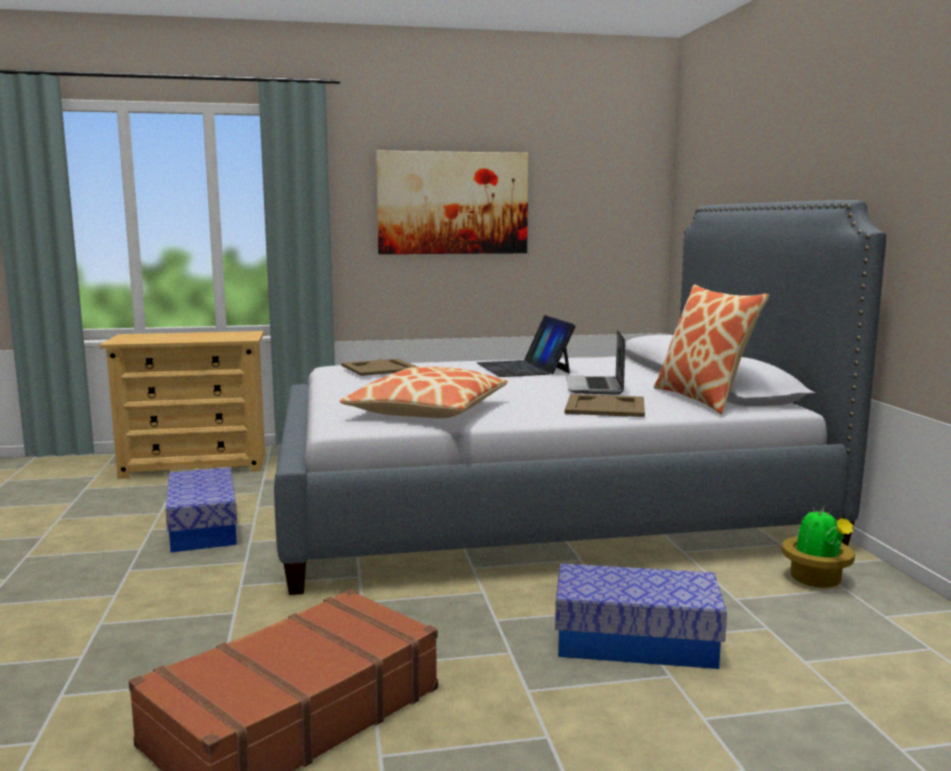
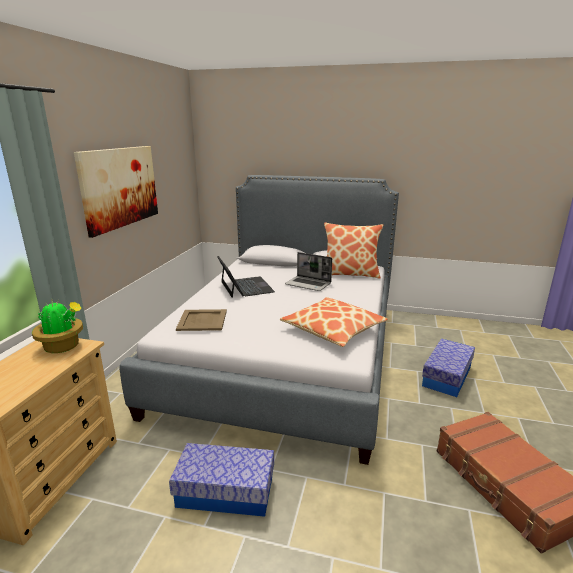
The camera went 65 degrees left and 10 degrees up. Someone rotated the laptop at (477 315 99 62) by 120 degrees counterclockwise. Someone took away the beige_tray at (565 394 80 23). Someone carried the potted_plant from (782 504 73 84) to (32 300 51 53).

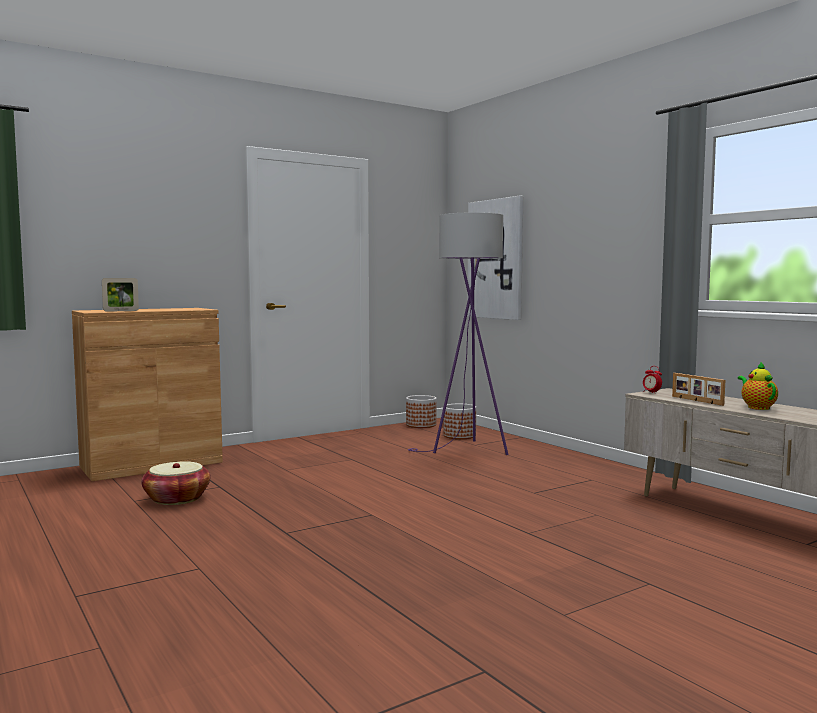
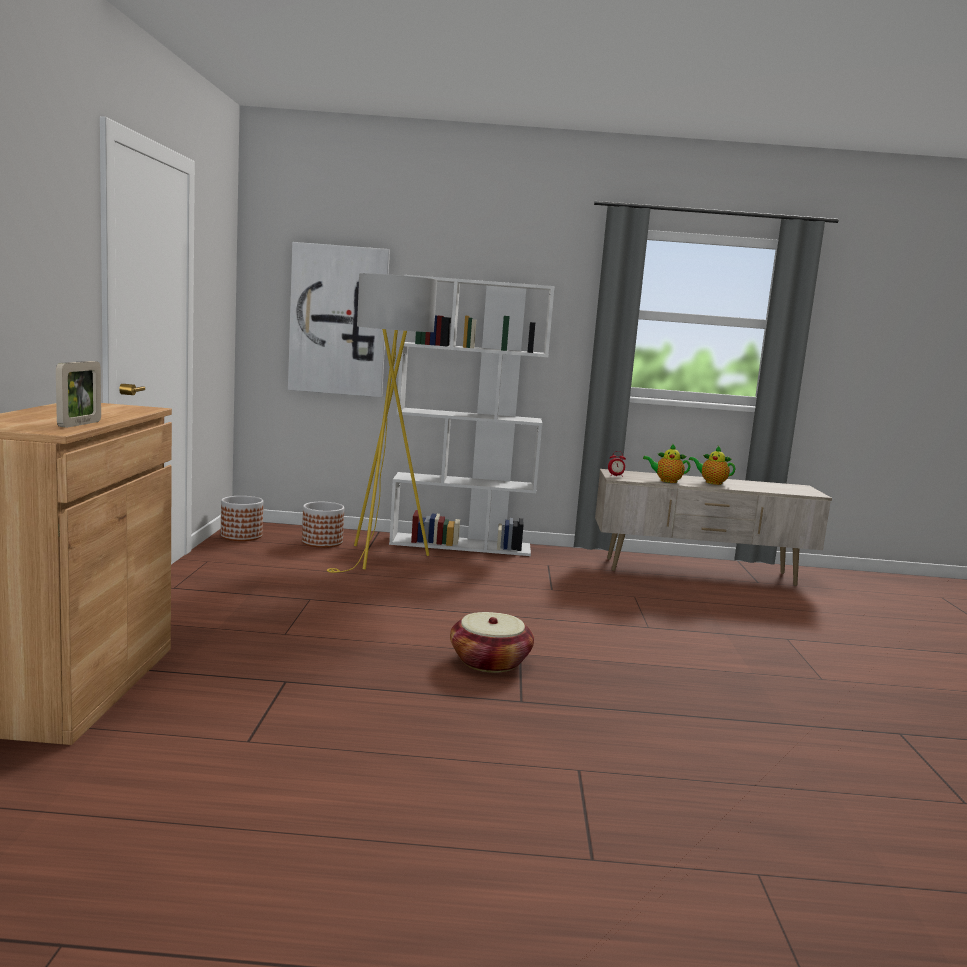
The camera went 55 degrees left and 5 degrees up. Someone carried the basket from (141 461 69 44) to (450 612 84 61). Someone repainted the purple_floor_lamp at (408 212 101 243), which became the yellow_floor_lamp at (327 273 110 300). Someone swapped the picture_frame at (672 373 53 33) for the teapot at (643 443 48 40). Someone put down the white_bookcase at (389 275 166 281).

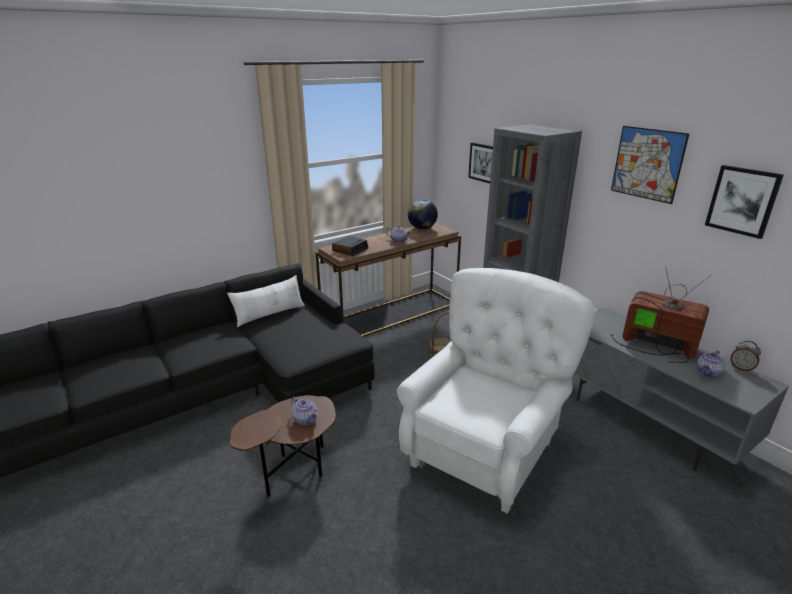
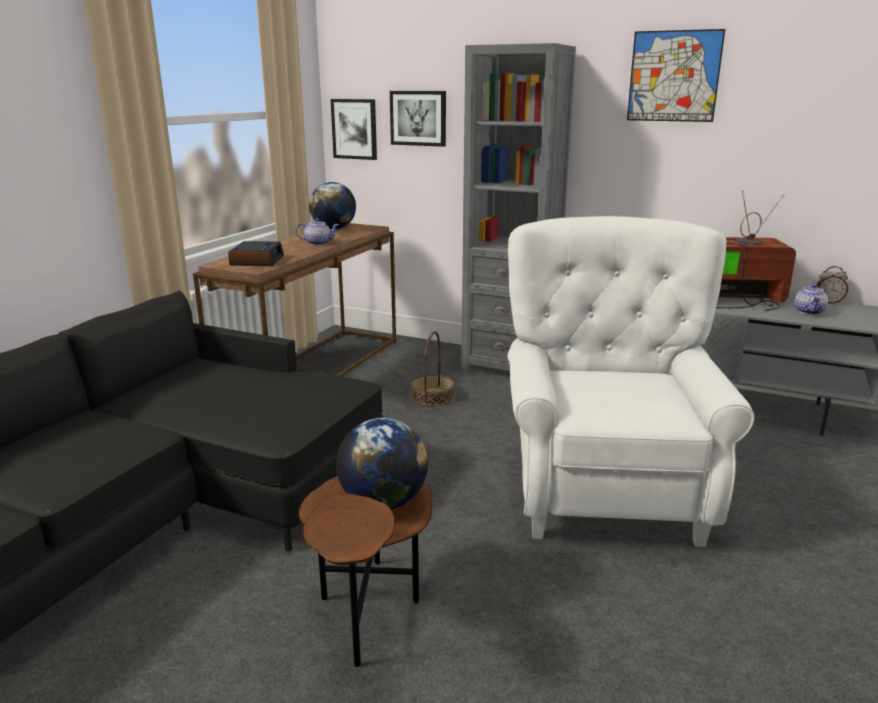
The camera went 30 degrees left and 5 degrees down. Someone took away the white_pillow at (227 275 78 52). Someone swapped the teapot at (291 397 27 28) for the globe at (336 418 92 91). Someone carried the picture from (705 165 79 74) to (330 99 47 61).

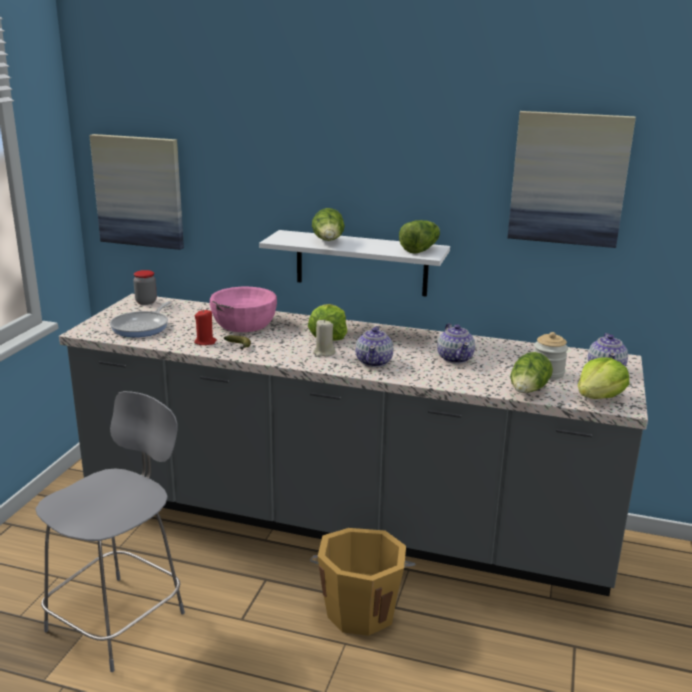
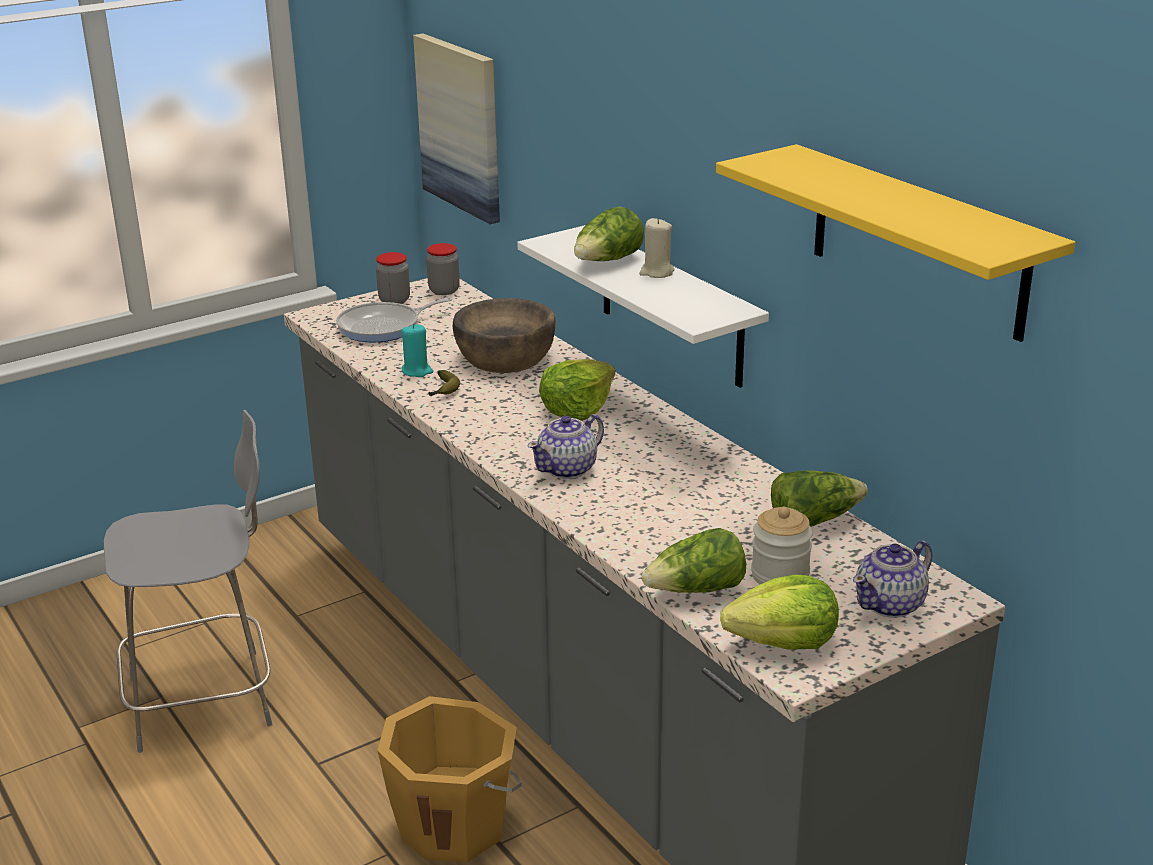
The camera went 40 degrees right and 5 degrees up. Someone repainted the red_candle at (194 309 23 36), which became the turquoise_candle at (401 324 32 53). Someone repainted the pink_bowl at (210 287 67 45), which became the brown_bowl at (453 298 103 75). Someone carried the beige_candle from (313 319 23 38) to (639 218 36 60). Someone carried the lettuce from (399 220 41 34) to (771 470 97 57). Someone took away the teapot at (437 323 38 41). Someone swapped the picture at (507 111 129 137) for the yellow_shelf at (716 144 359 198). Someone put down the jar at (376 252 34 52).

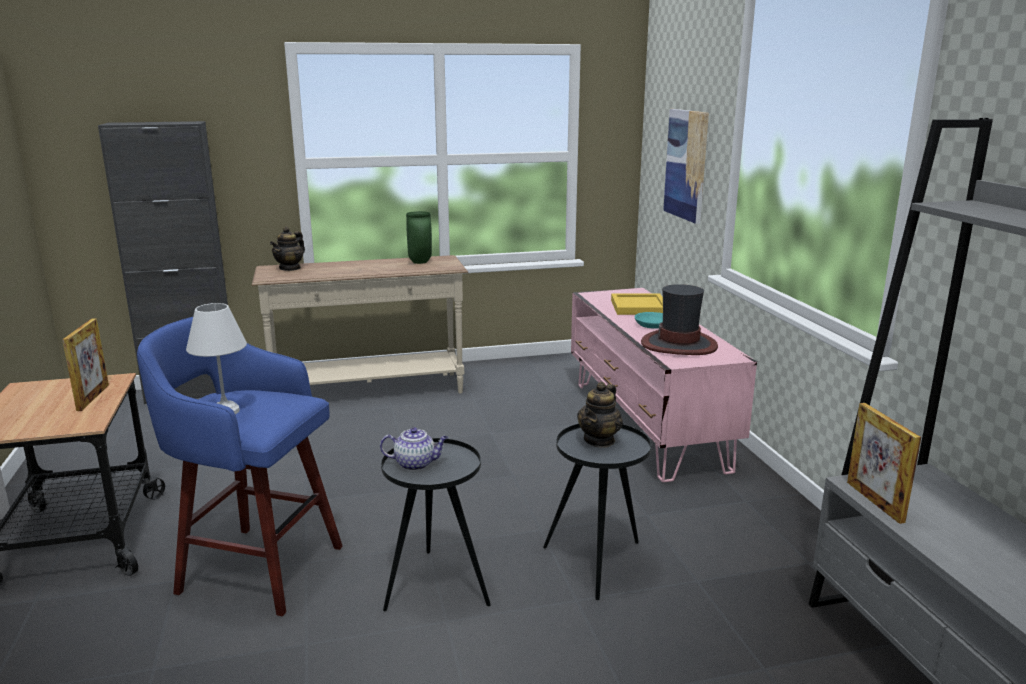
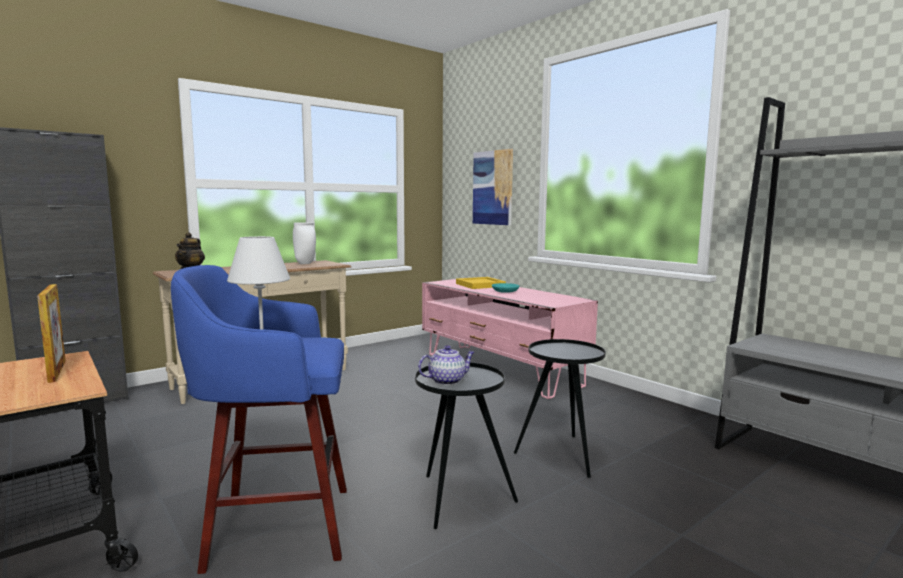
The camera went 25 degrees left and 10 degrees down. Someone repainted the green_vase at (406 211 26 53), which became the white_vase at (293 222 23 42). Someone took away the teapot at (577 382 46 66). Someone took away the hat at (641 284 77 71). Someone took away the picture_frame at (847 403 74 121).

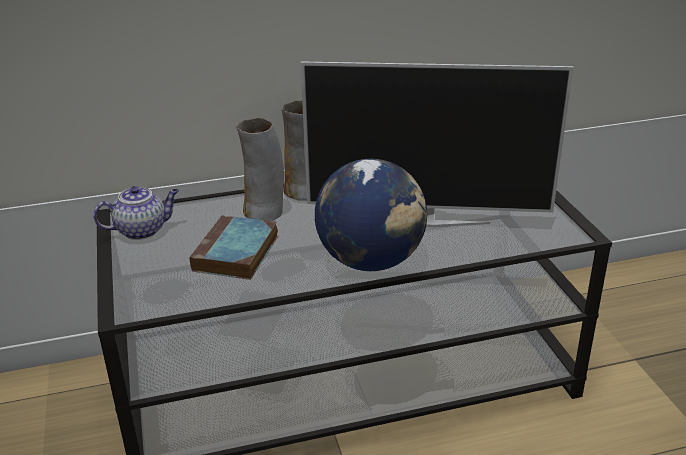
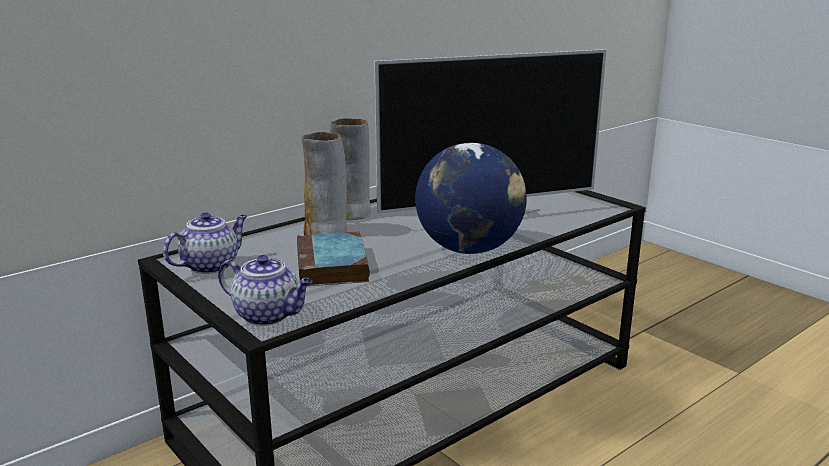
The camera went 25 degrees left and 10 degrees down. Someone put down the teapot at (218 255 95 71).

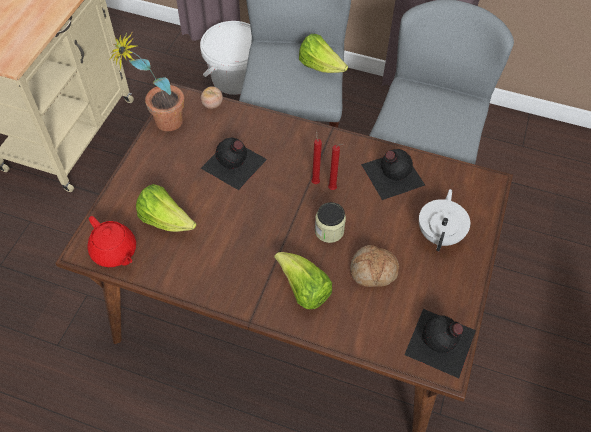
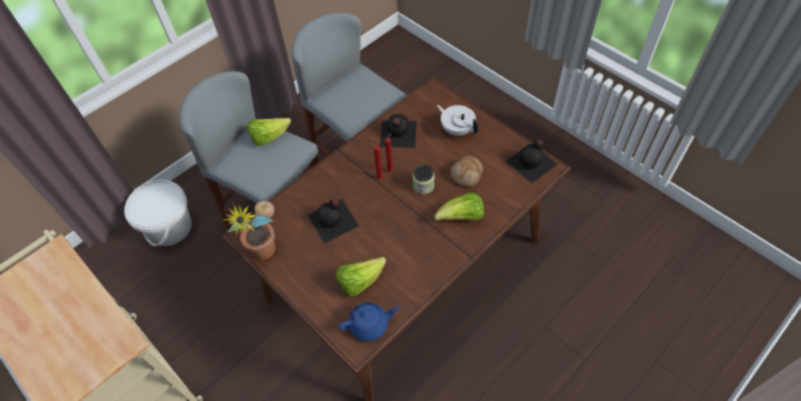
The camera went 60 degrees left and 0 degrees up. Someone repainted the red_teapot at (87 216 49 51), which became the blue_teapot at (338 302 62 40).

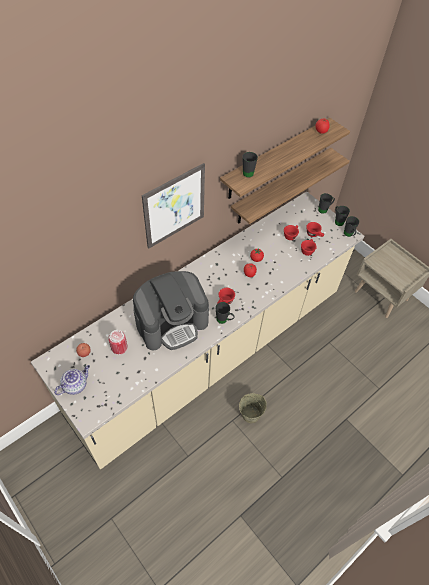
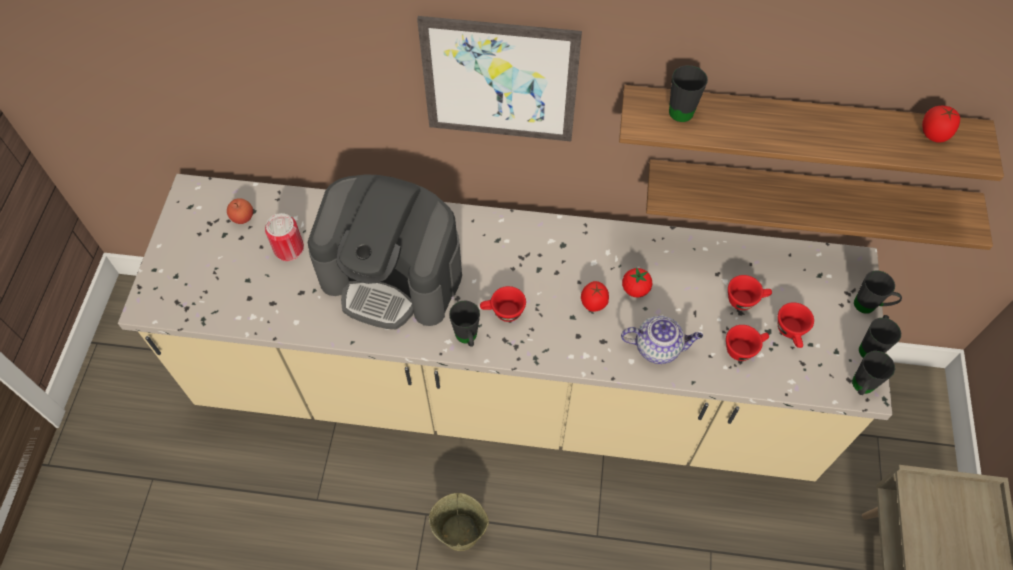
The camera went 50 degrees right and 5 degrees up. Someone carried the teapot from (54 365 36 30) to (621 316 82 48).

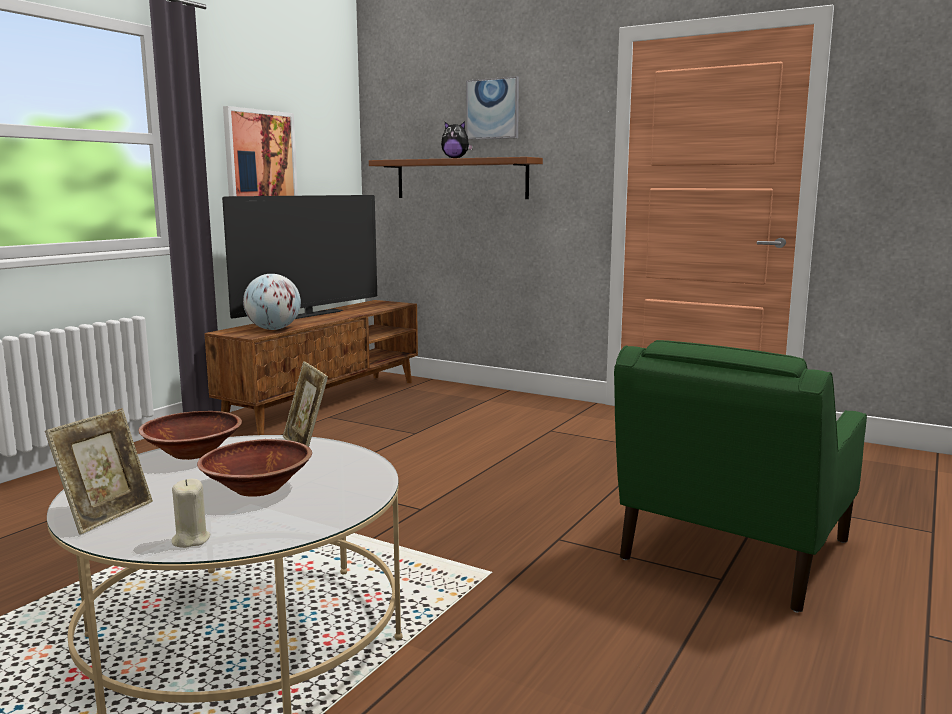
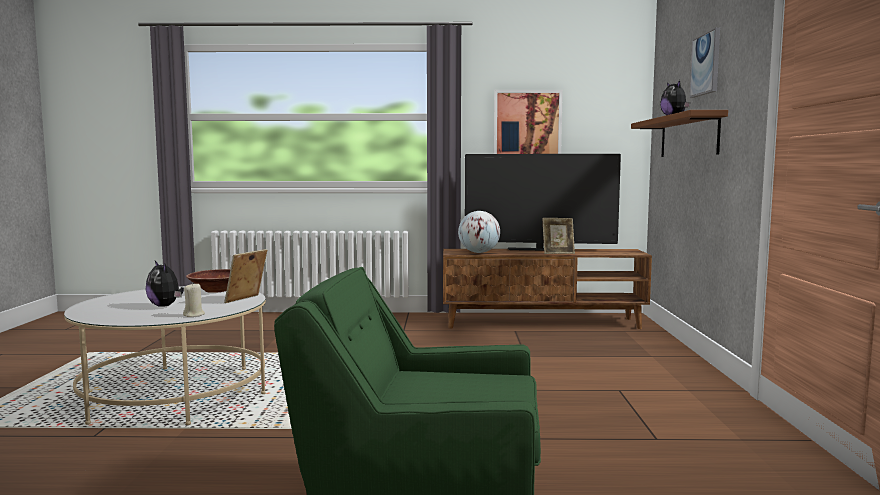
The camera went 60 degrees right and 5 degrees down. Someone carried the picture_frame from (45 408 108 126) to (542 218 33 36). Someone carried the beige_candle from (171 479 39 69) to (183 283 22 34). Someone swapped the brown_bowl at (197 439 115 58) for the plush_toy at (146 261 38 46).

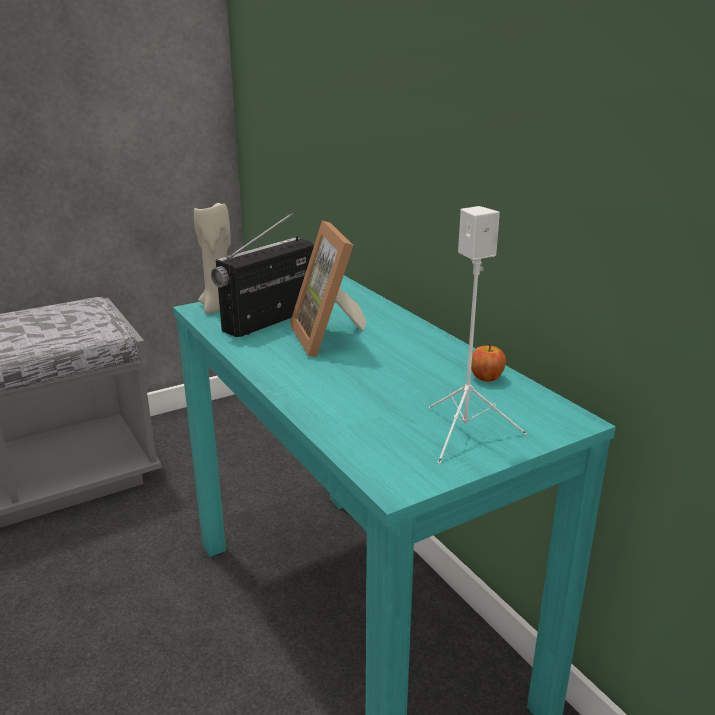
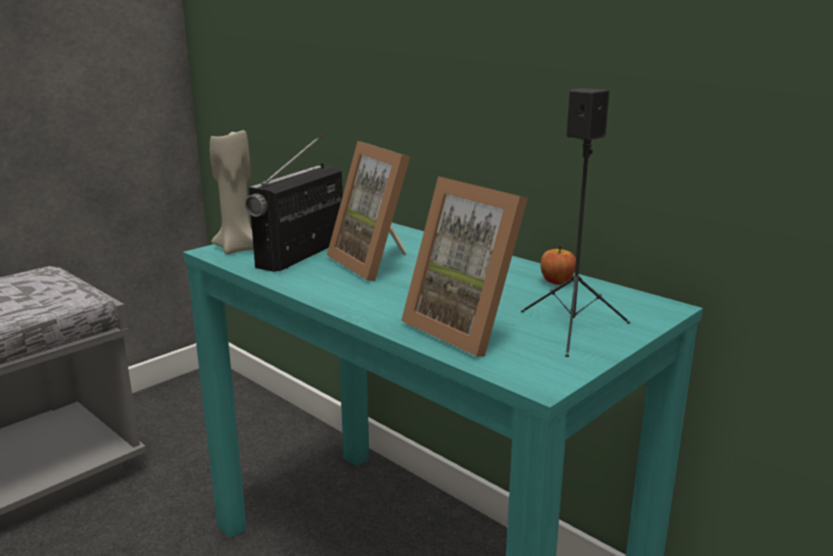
The camera went 15 degrees left and 5 degrees down. Someone repainted the white_speaker at (429 206 98 258), which became the black_speaker at (521 88 109 269). Someone put down the picture_frame at (401 176 127 181).

